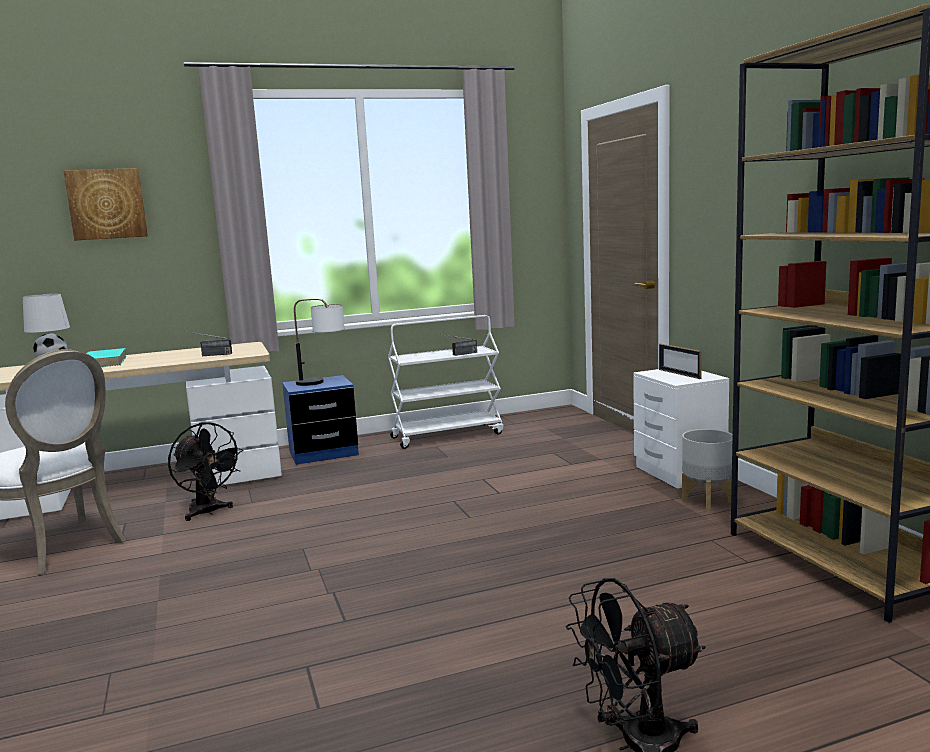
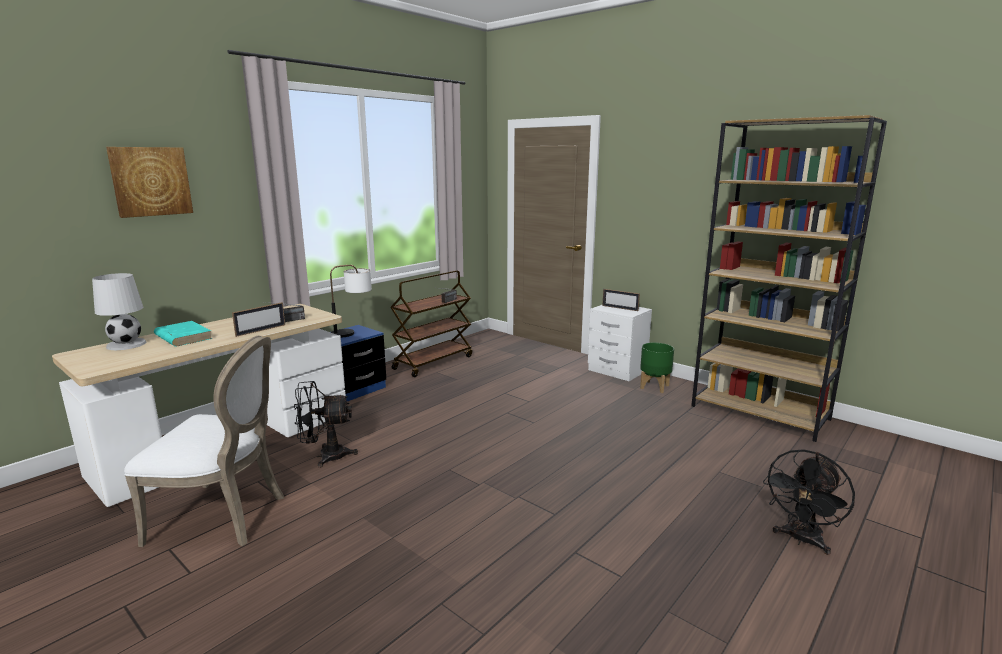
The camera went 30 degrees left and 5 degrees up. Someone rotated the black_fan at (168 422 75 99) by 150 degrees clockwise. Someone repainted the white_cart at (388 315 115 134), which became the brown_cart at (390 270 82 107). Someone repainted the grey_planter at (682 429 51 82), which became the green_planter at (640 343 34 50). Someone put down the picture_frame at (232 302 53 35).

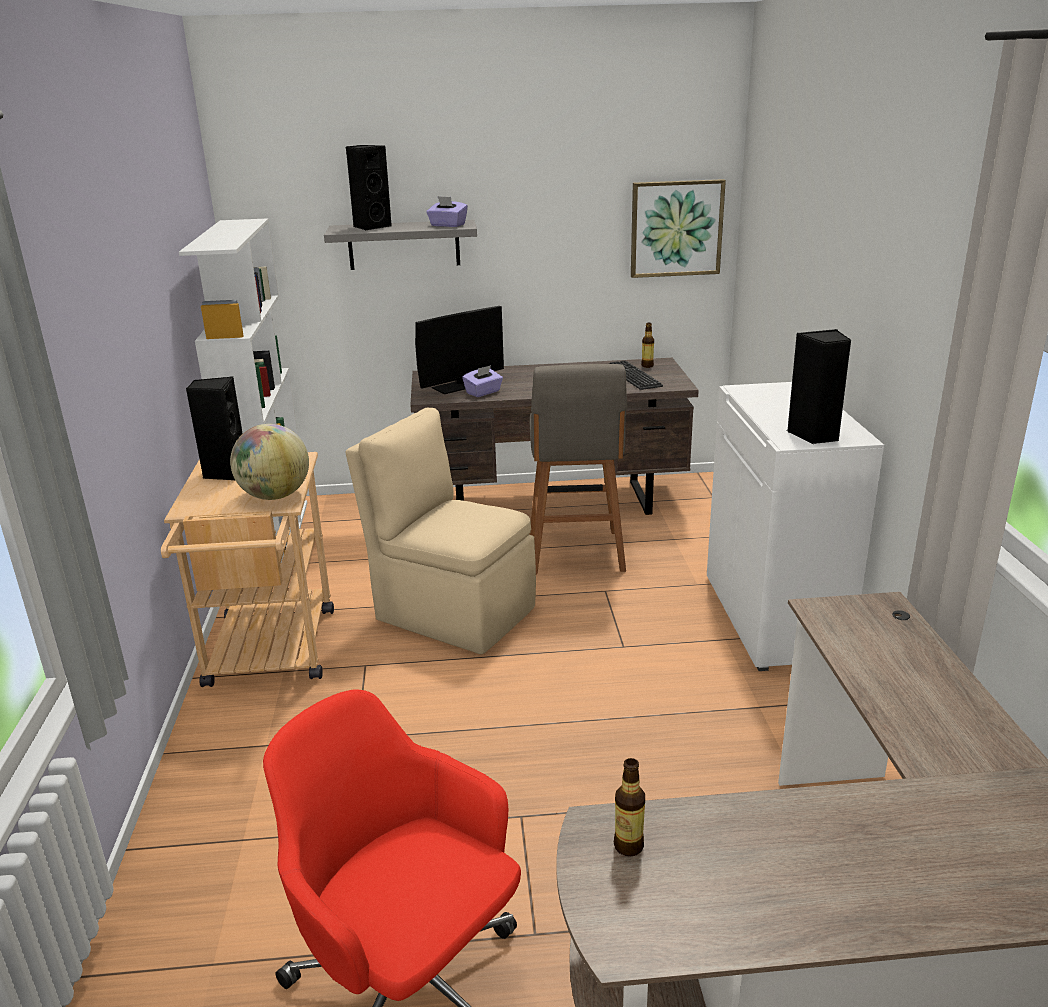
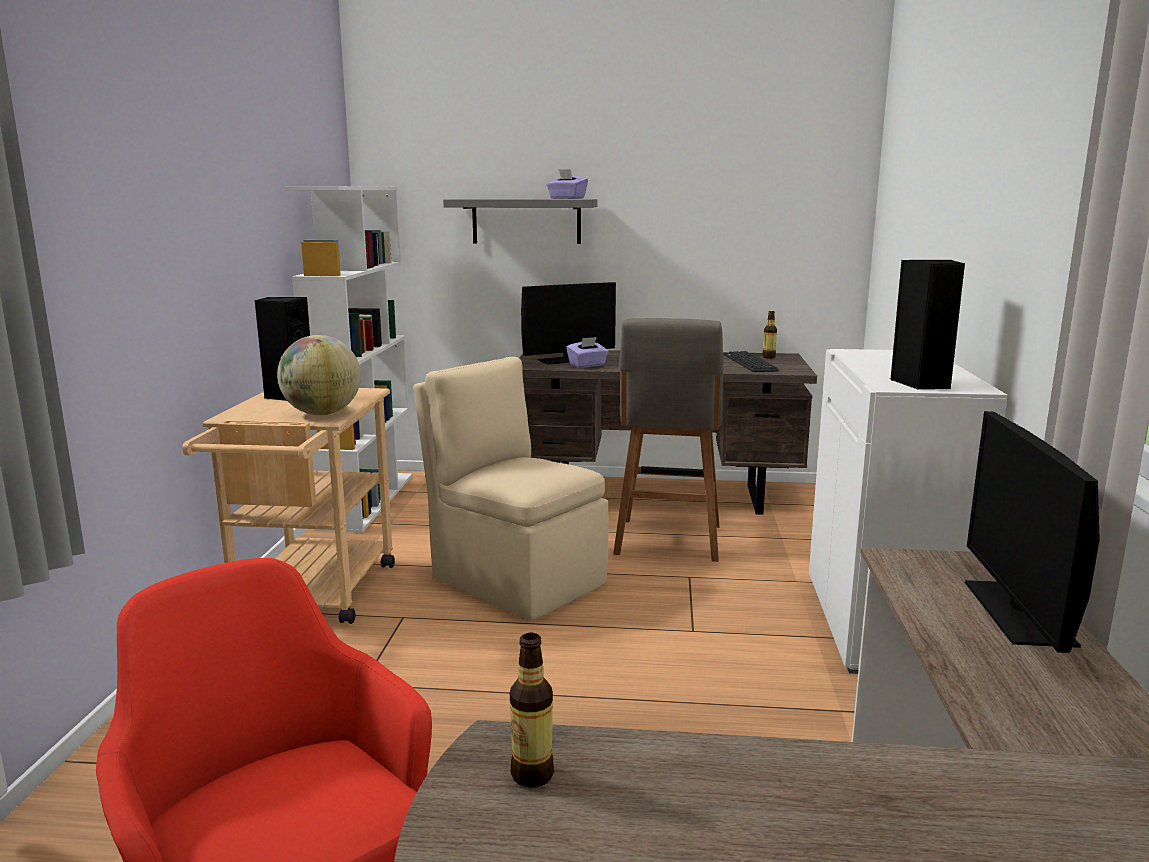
The camera went 10 degrees right and 10 degrees down. Someone took away the black_speaker at (346 145 46 86). Someone took away the picture at (631 179 95 99). Someone put down the monitor at (965 411 135 242).

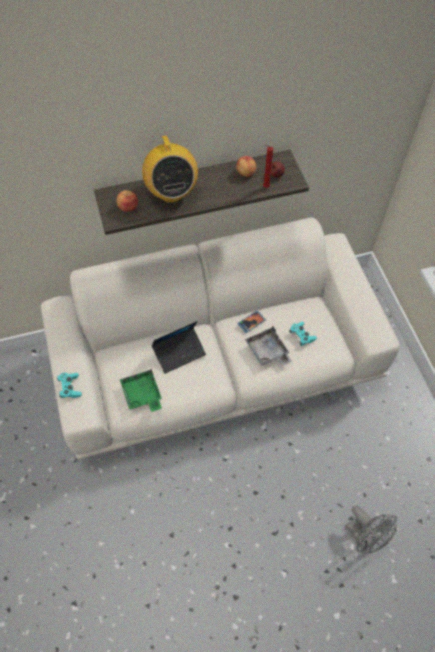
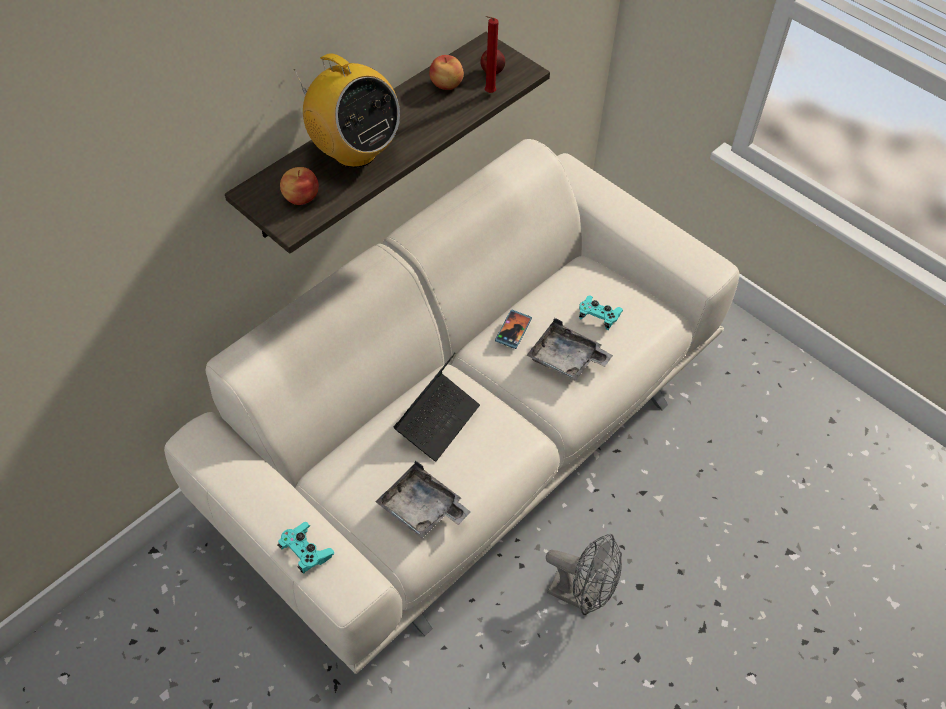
The camera went 30 degrees left and 5 degrees down. Someone repainted the green_tray at (120 369 42 43), which became the grey_tray at (375 461 96 77). Someone carried the grey_fan from (346 506 51 47) to (546 534 76 81).

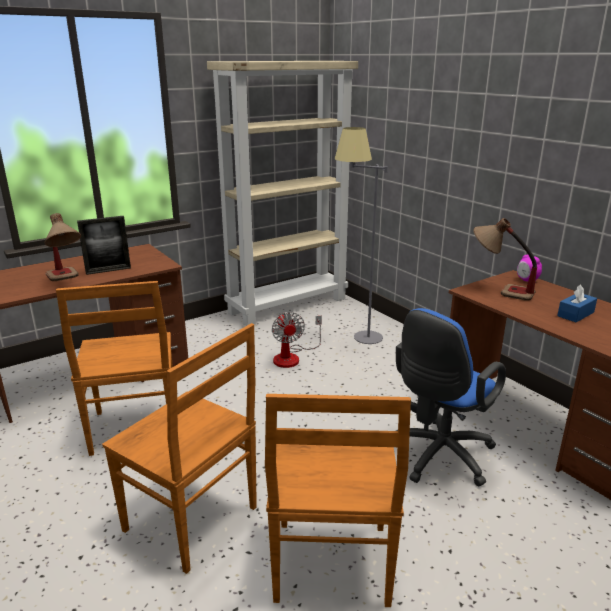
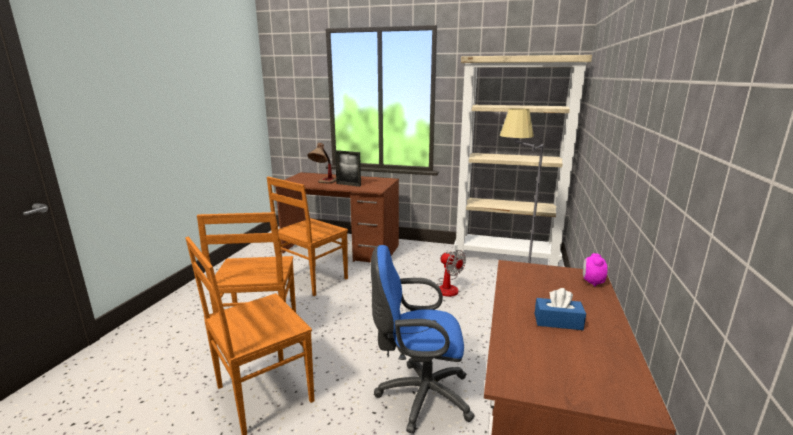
The camera went 50 degrees right and 5 degrees down. Someone rotated the fan at (272 312 50 56) by 75 degrees counterclockwise. Someone took away the table_lamp at (473 218 64 83).

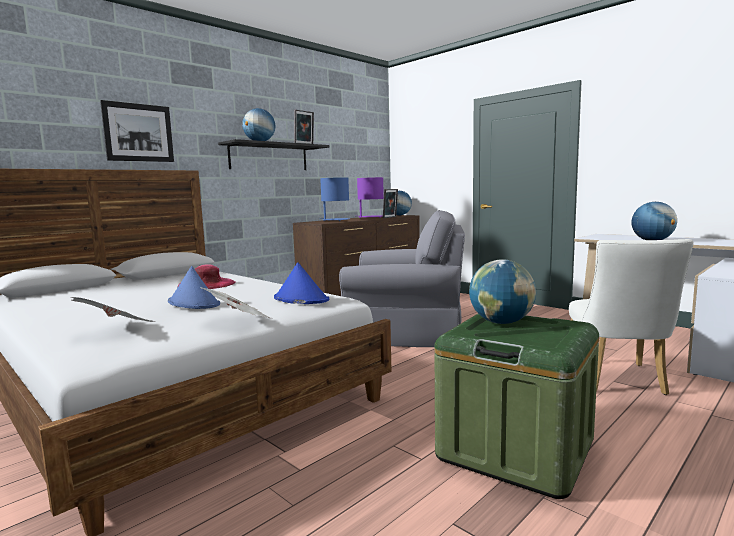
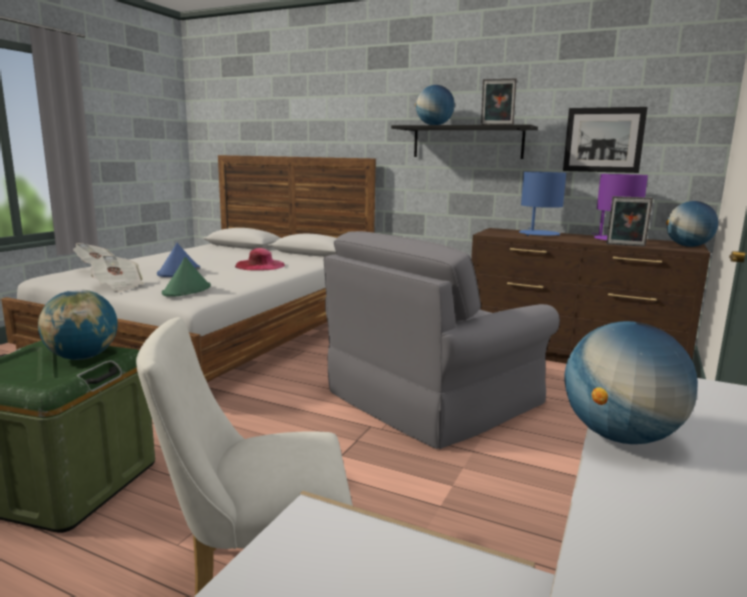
The camera went 70 degrees right and 5 degrees up. Someone carried the picture from (100 100 74 62) to (563 107 85 66). Someone repainted the blue_hat at (274 262 56 42), which became the green_hat at (162 257 49 40). Someone rotated the grey_armchair at (339 210 126 137) by 60 degrees clockwise.

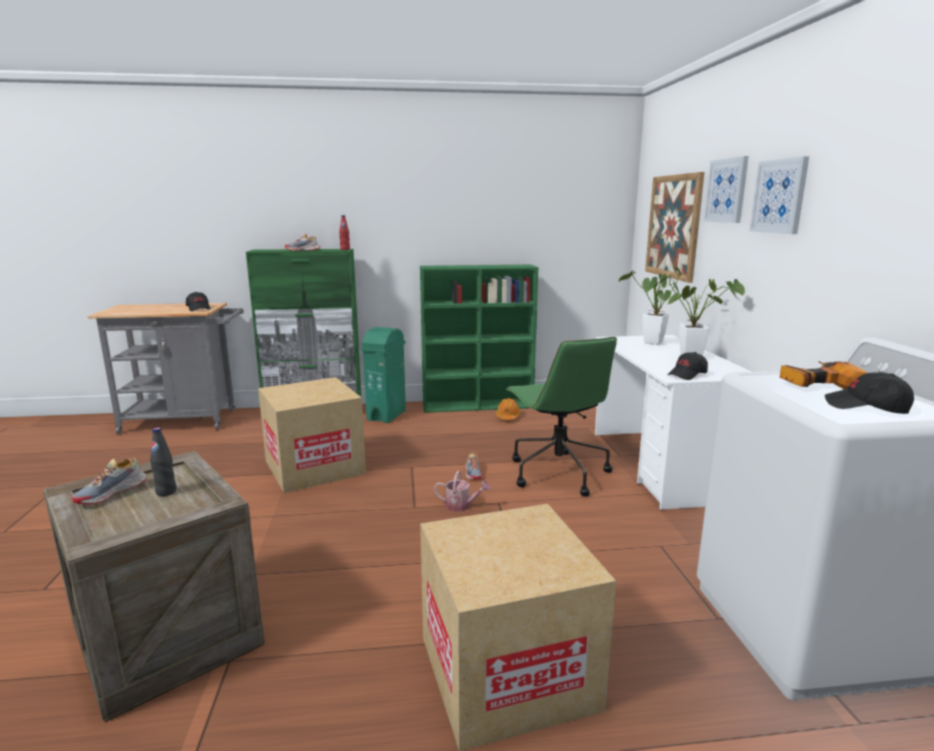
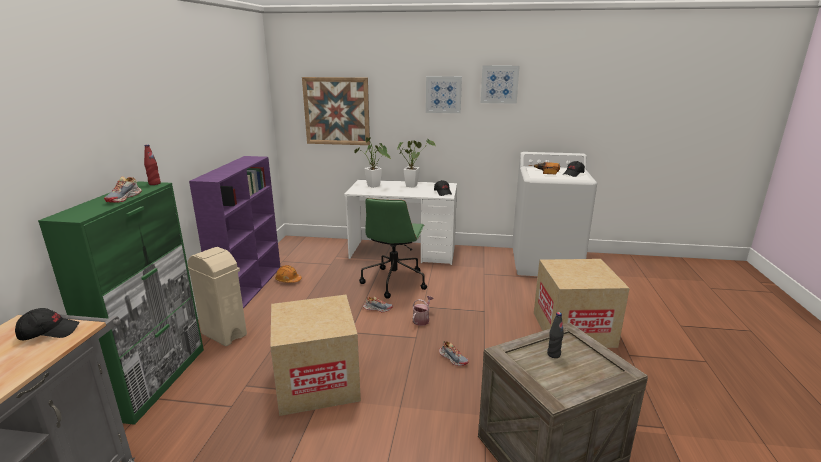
The camera went 75 degrees left and 5 degrees up. Someone carried the shoe from (71 458 76 47) to (439 341 30 25). Someone repainted the green_trash_can at (361 327 45 96), which became the beige_trash_can at (188 247 59 99). Someone repainted the green_bookcase at (420 265 118 148), which became the purple_bookcase at (189 156 91 153). Someone rotated the green_office_chair at (506 337 111 160) by 105 degrees clockwise. Someone carried the picture from (704 156 45 67) to (481 65 39 39).

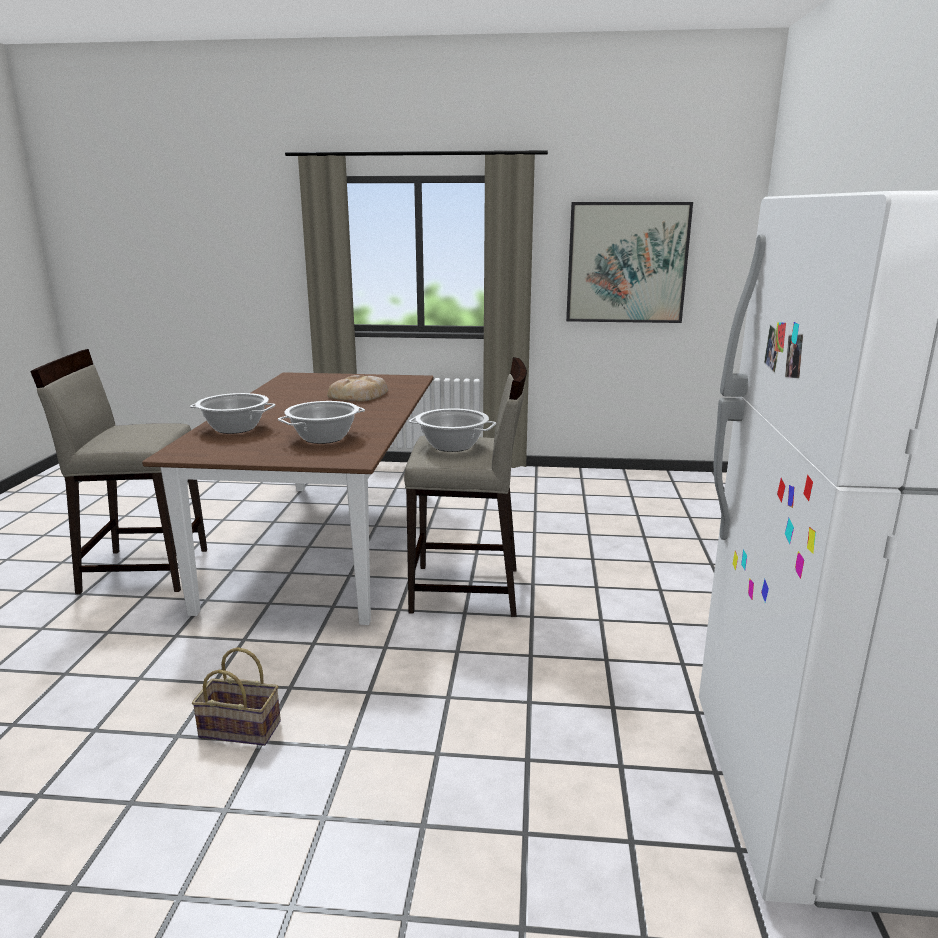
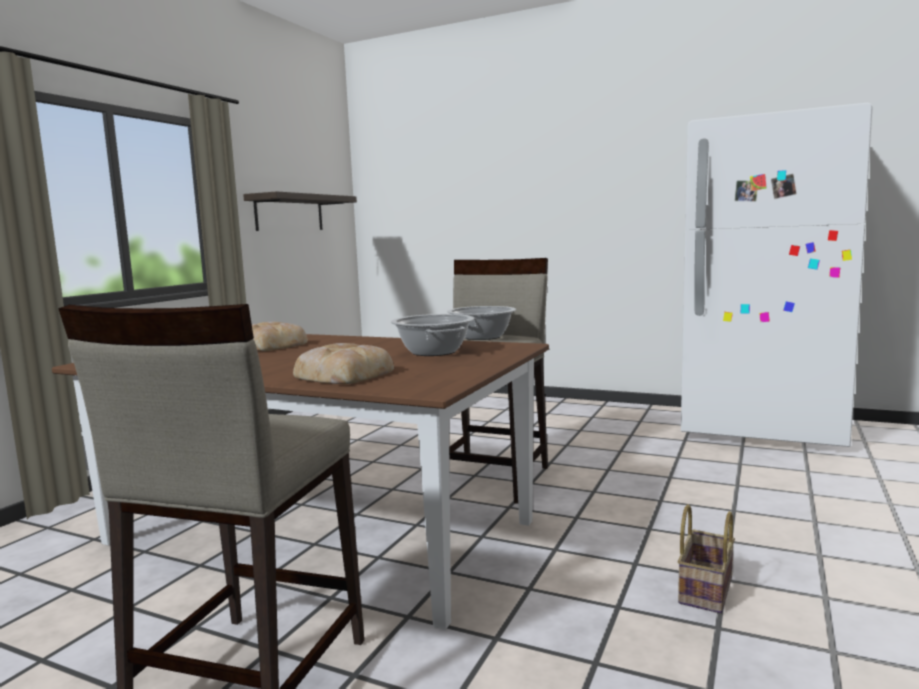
The camera went 70 degrees left and 10 degrees down. Someone swapped the cooking_pot at (190 393 86 41) for the bread at (293 343 101 41). Someone swapped the picture at (566 202 127 121) for the shelf at (243 191 114 40).

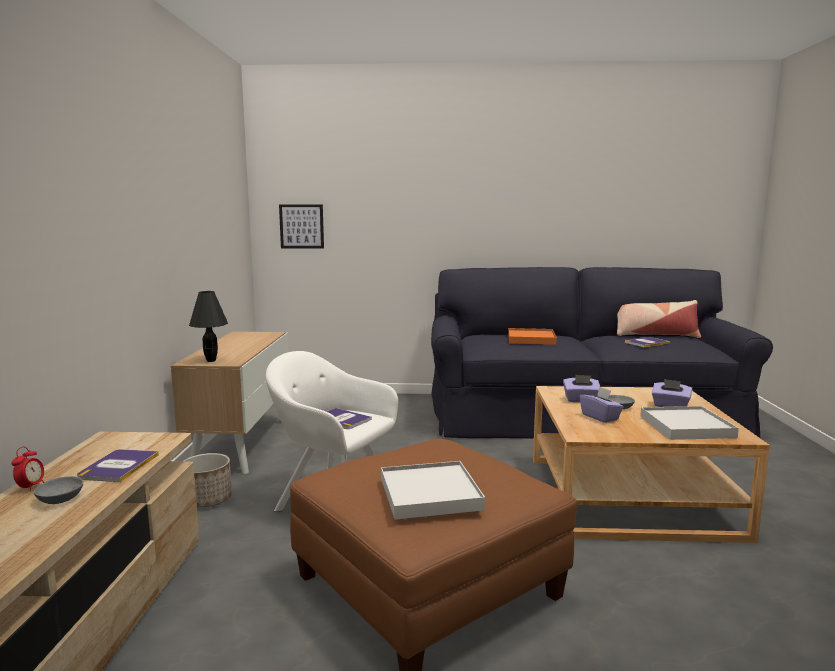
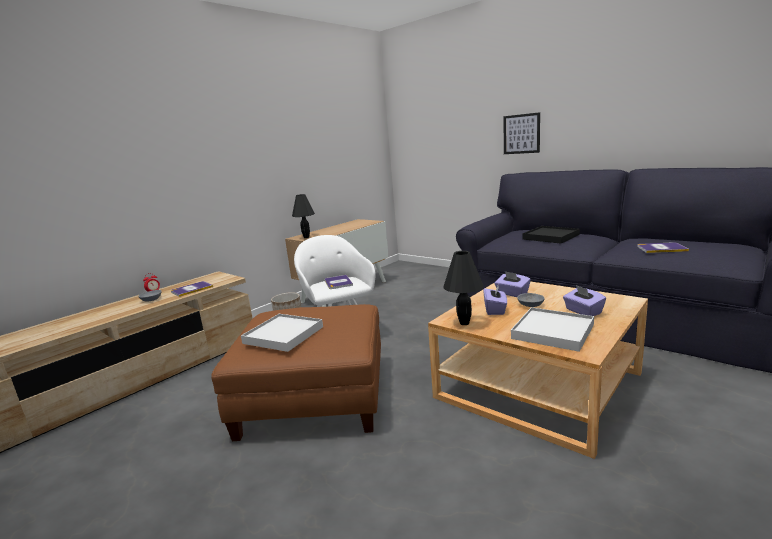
The camera went 40 degrees right and 5 degrees up. Someone carried the picture from (279 204 45 45) to (503 112 37 42). Someone repainted the orange_tray at (508 328 49 17), which became the black_tray at (523 226 57 18). Someone took away the pillow at (617 300 84 38). Someone put down the black_table_lamp at (443 251 40 74).

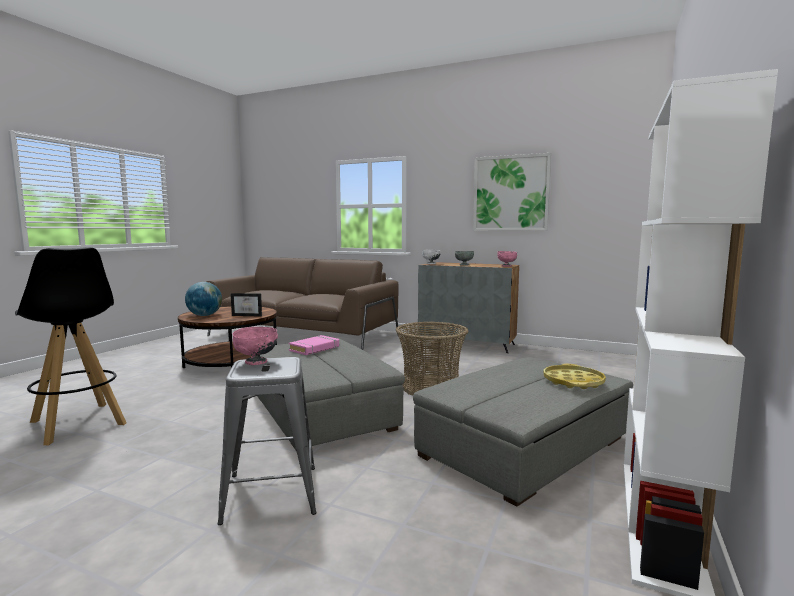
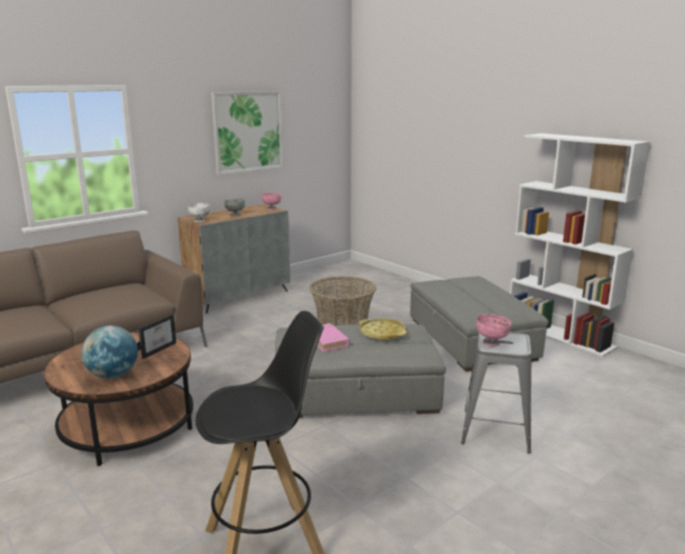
The camera went 65 degrees left and 10 degrees up. Someone carried the yellow_tray from (543 364 63 25) to (359 318 48 23).

